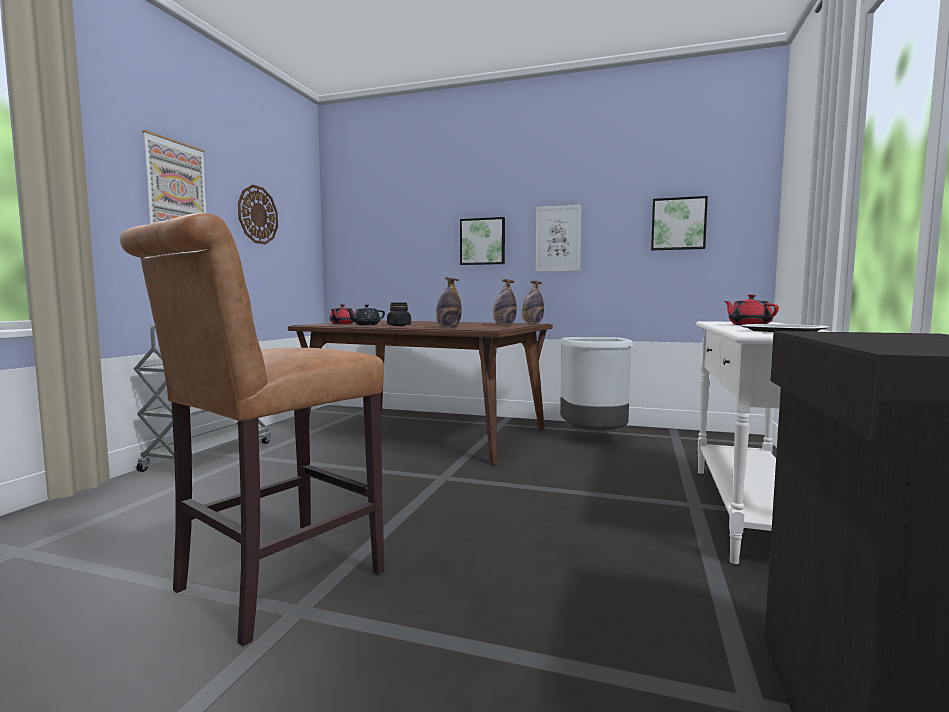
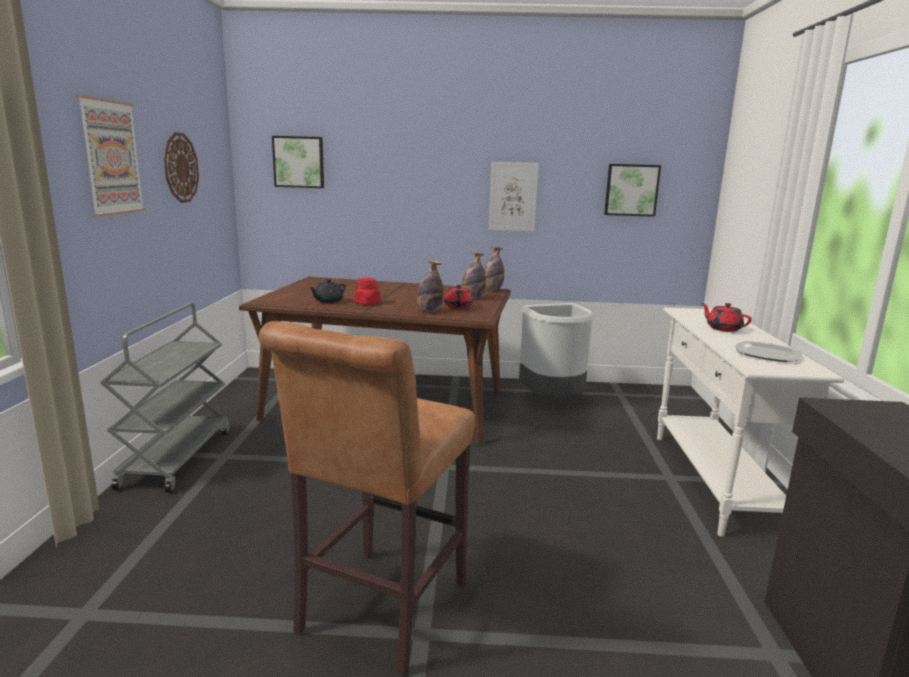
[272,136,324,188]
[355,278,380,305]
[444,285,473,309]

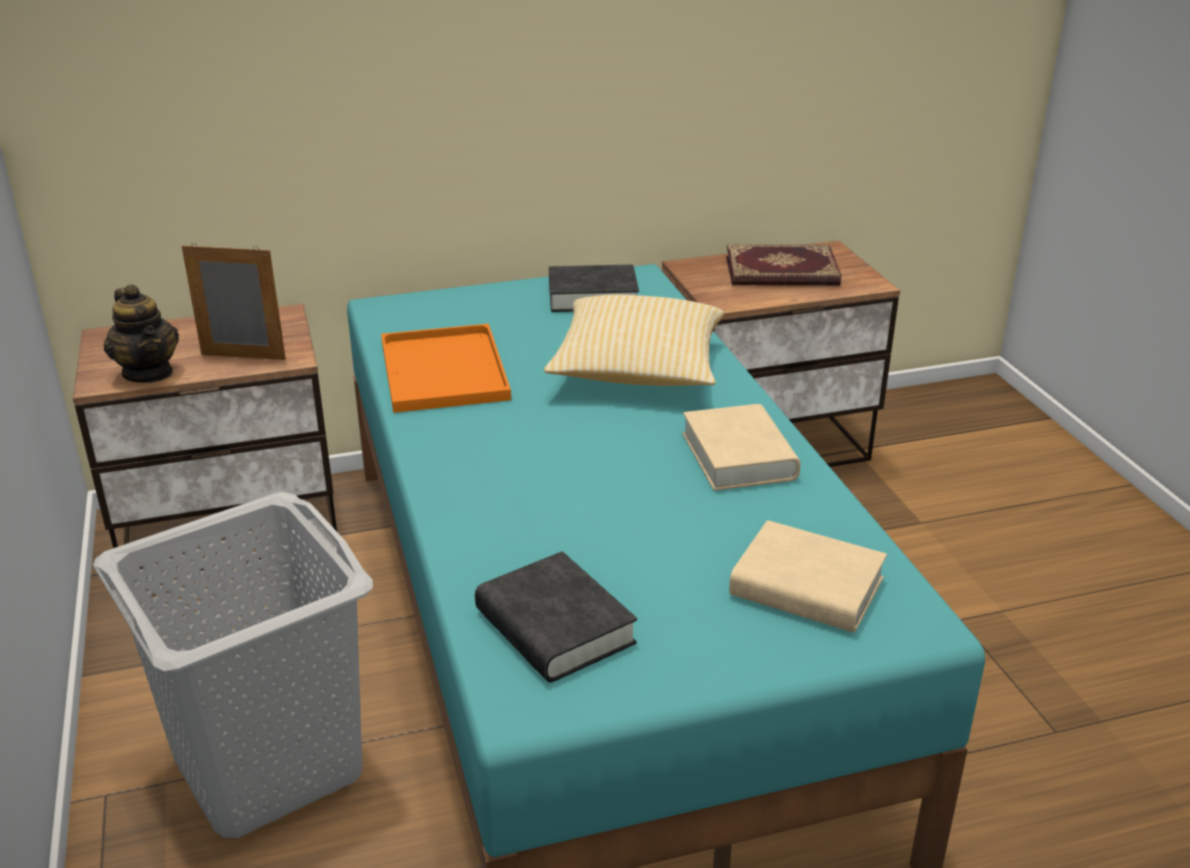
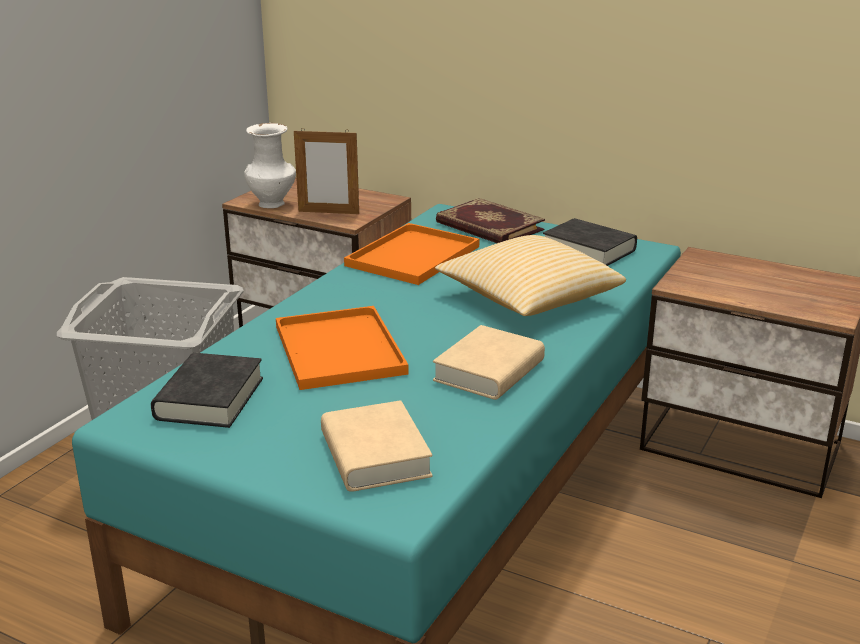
[244,123,296,208]
[276,306,409,390]
[294,128,359,214]
[436,198,545,243]

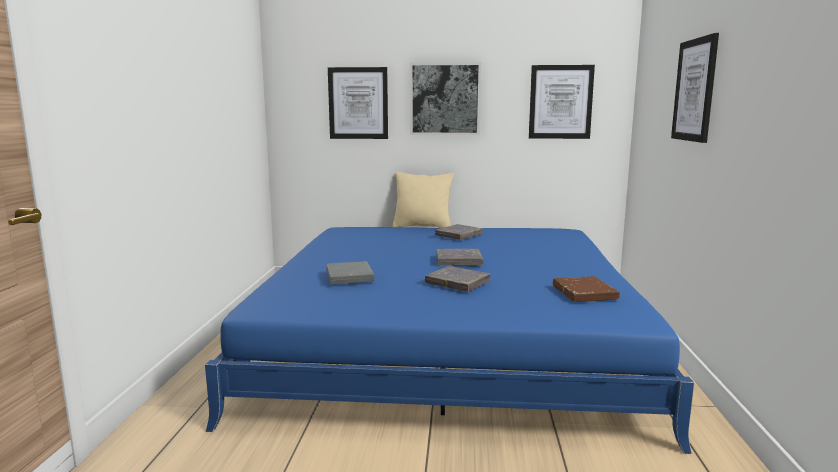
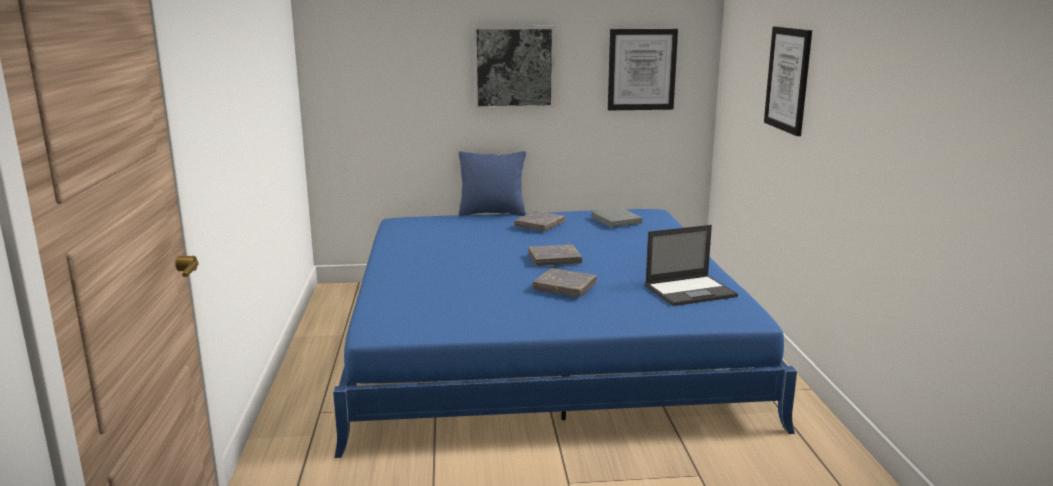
[459,151,526,216]
[592,208,642,227]
[645,225,738,306]
[328,67,388,139] (first image)

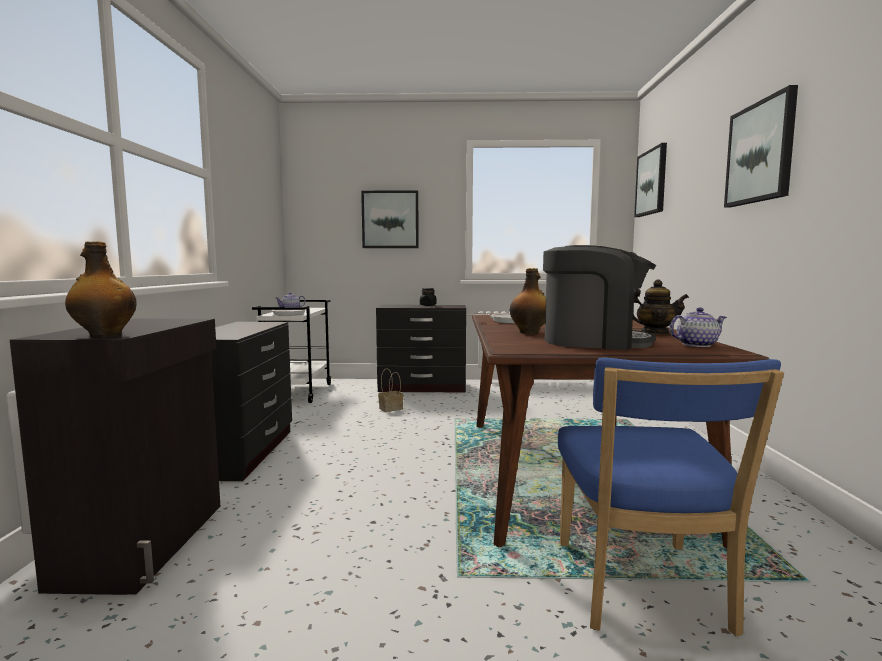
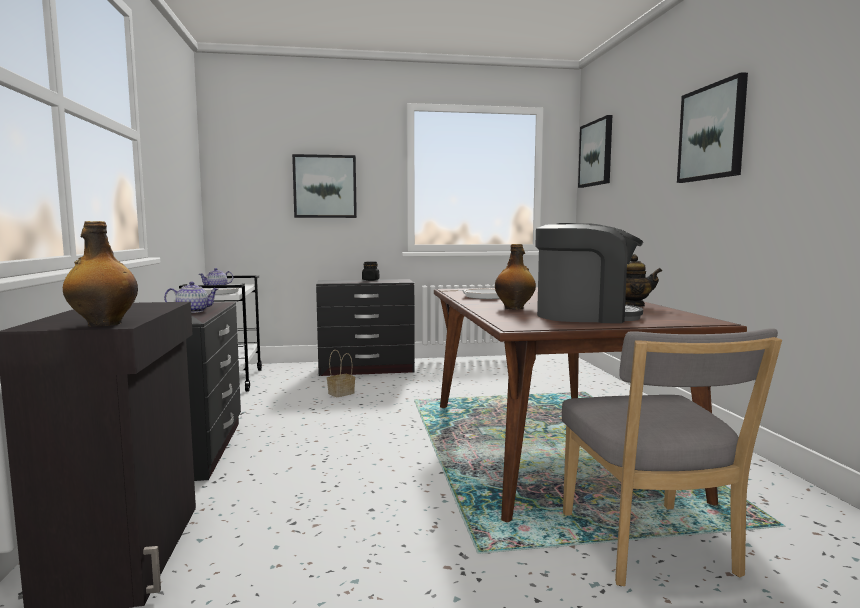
[164,282,218,313]
[562,328,782,586]

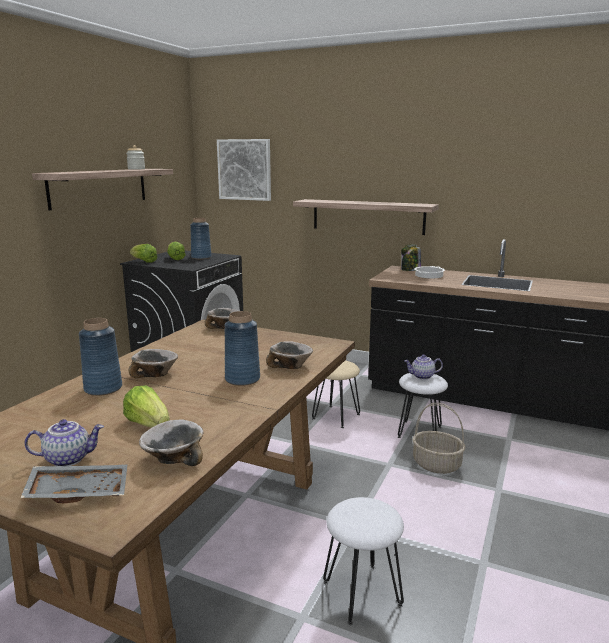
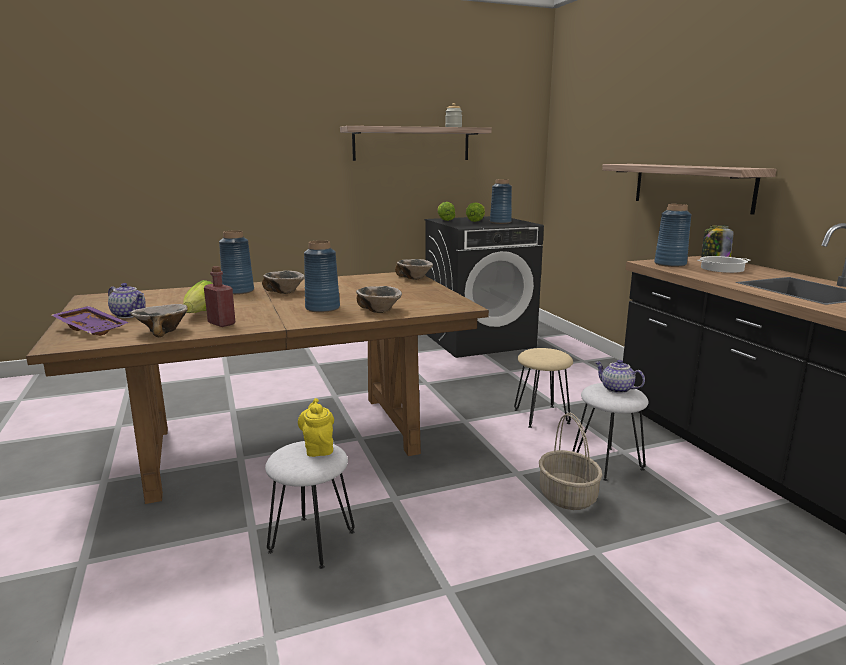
[51,306,129,336]
[204,266,235,327]
[298,398,334,457]
[654,204,692,267]
[217,139,271,201] (first image)

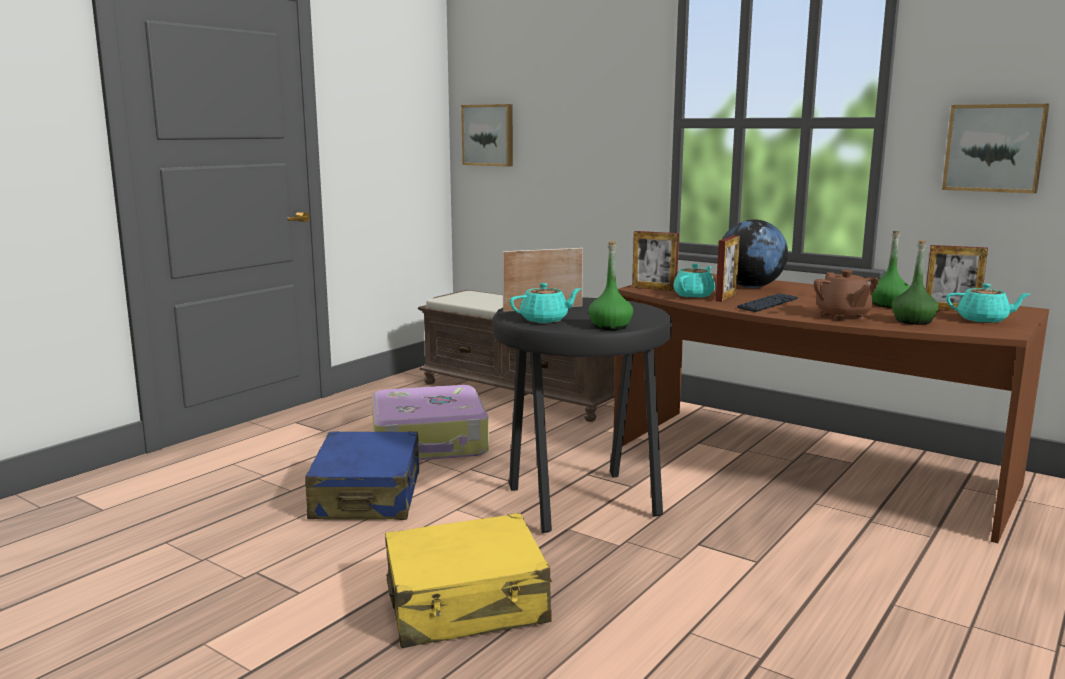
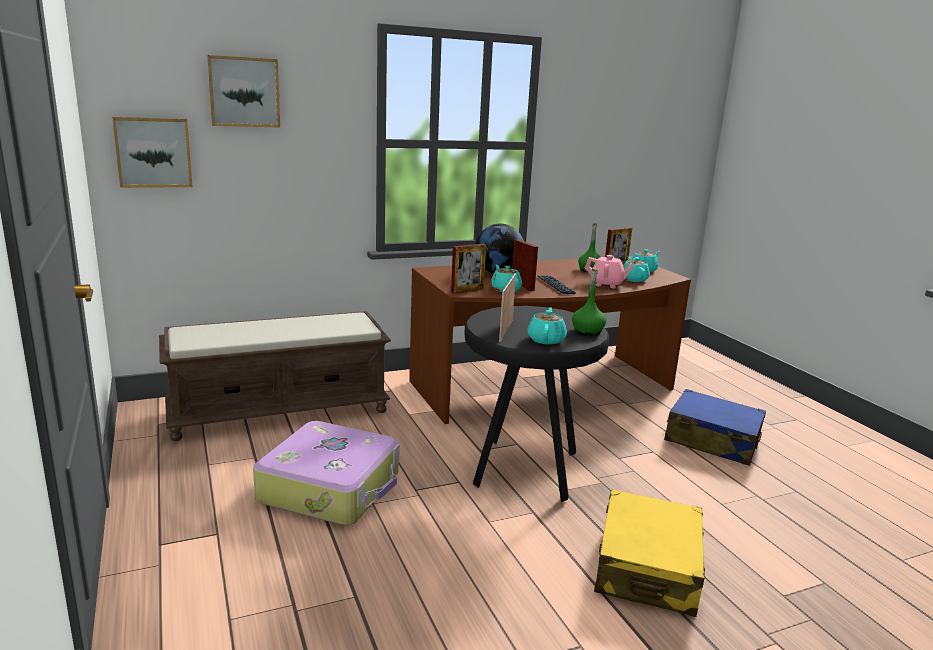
[207,55,280,127]
[585,255,634,288]
[623,257,650,282]
[664,389,766,466]

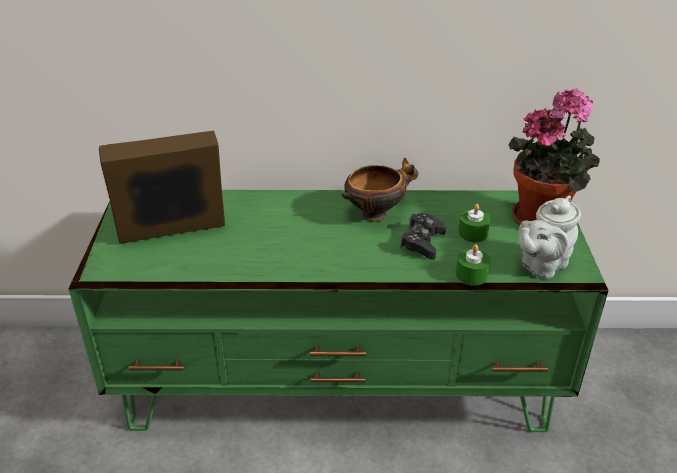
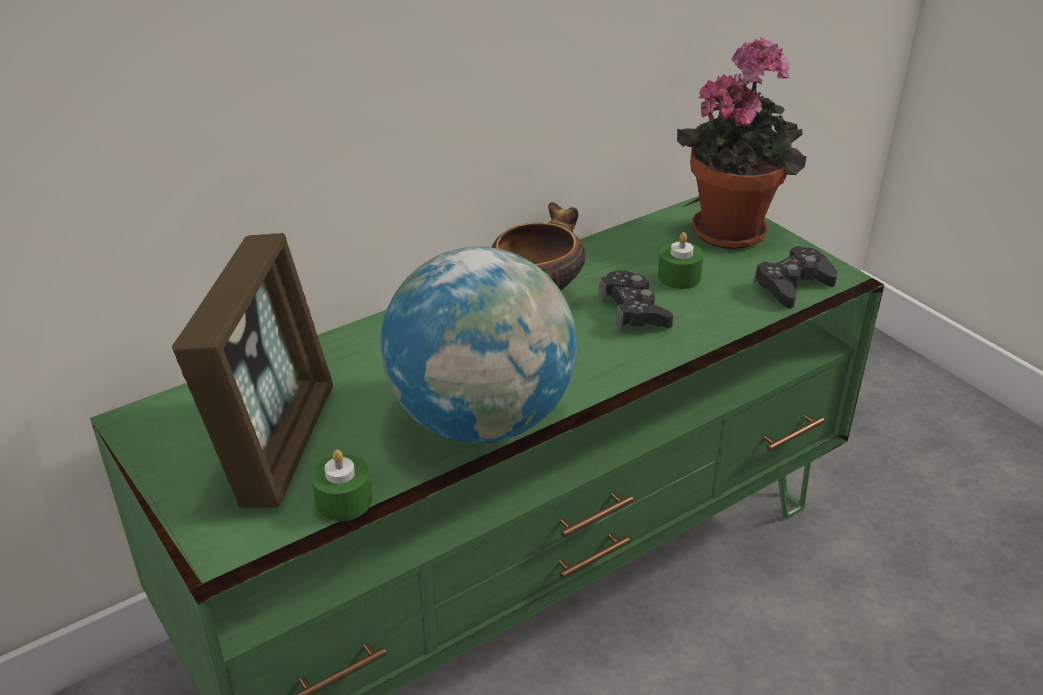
[172,233,333,508]
[311,450,372,521]
[380,247,577,443]
[754,246,837,309]

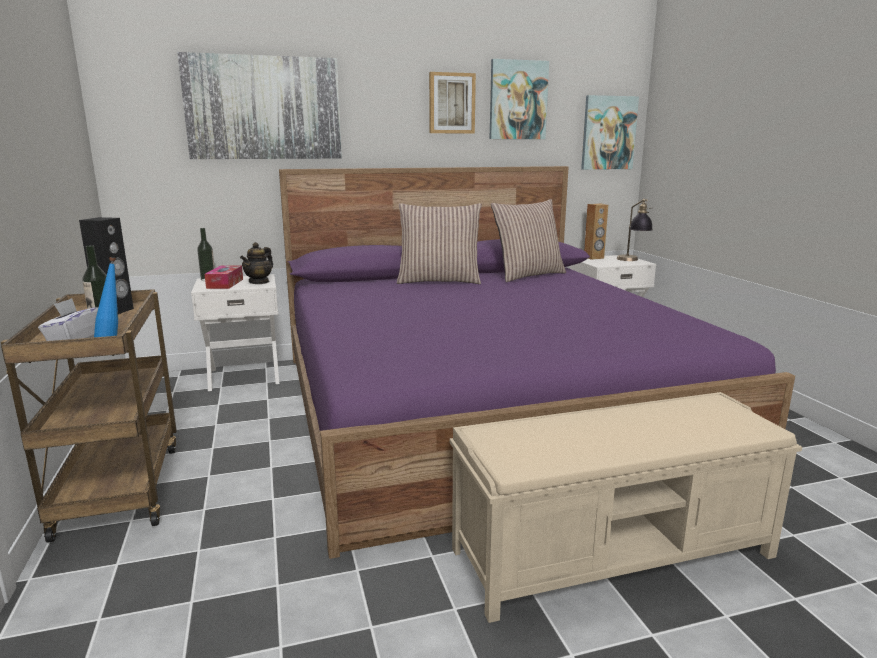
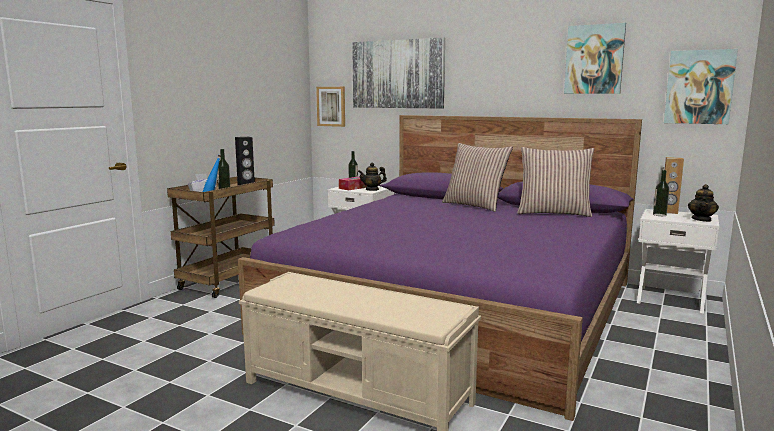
[316,87,345,127]
[653,170,669,216]
[688,184,719,222]

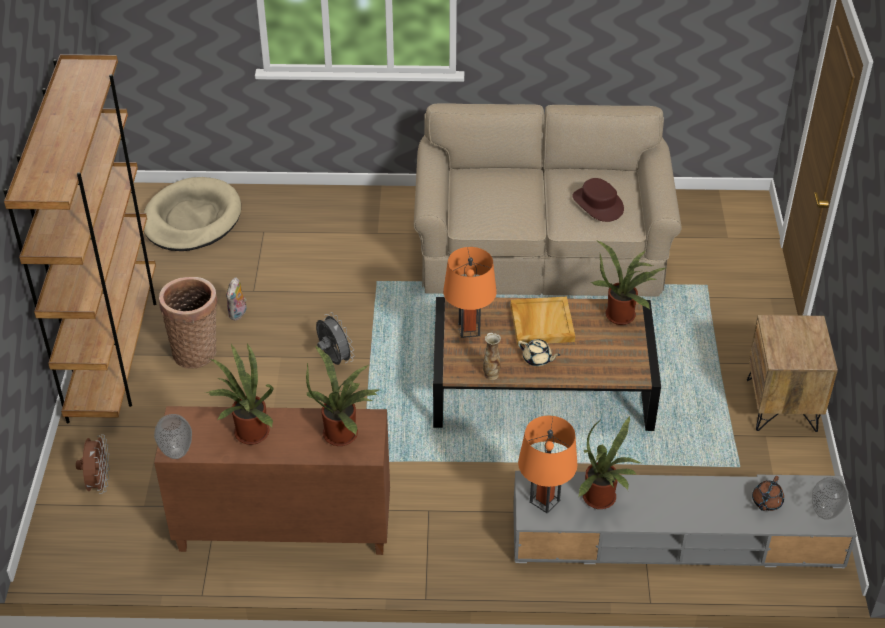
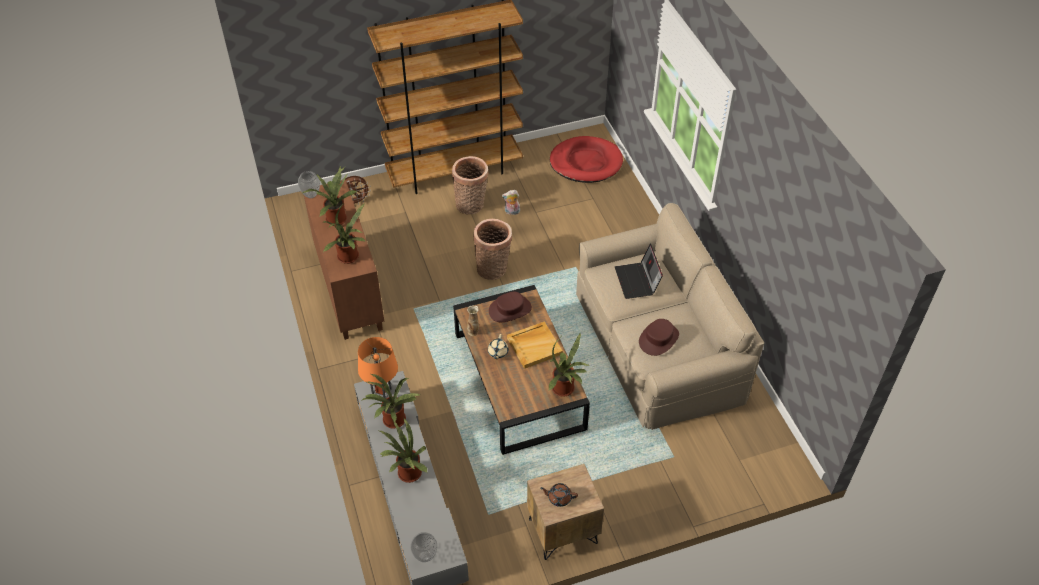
[379,418,427,483]
[473,219,512,280]
[489,291,532,322]
[540,483,578,507]
[550,136,623,183]
[615,244,663,299]

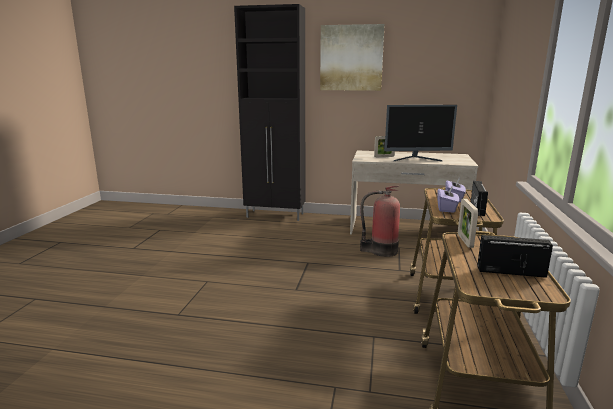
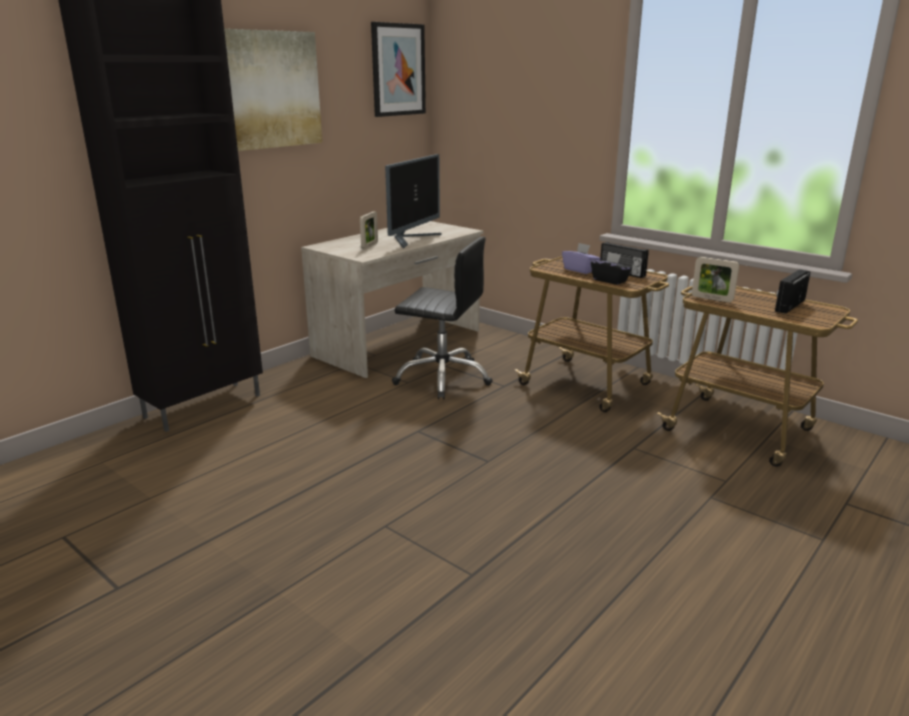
[371,22,426,117]
[392,236,493,399]
[591,252,632,285]

